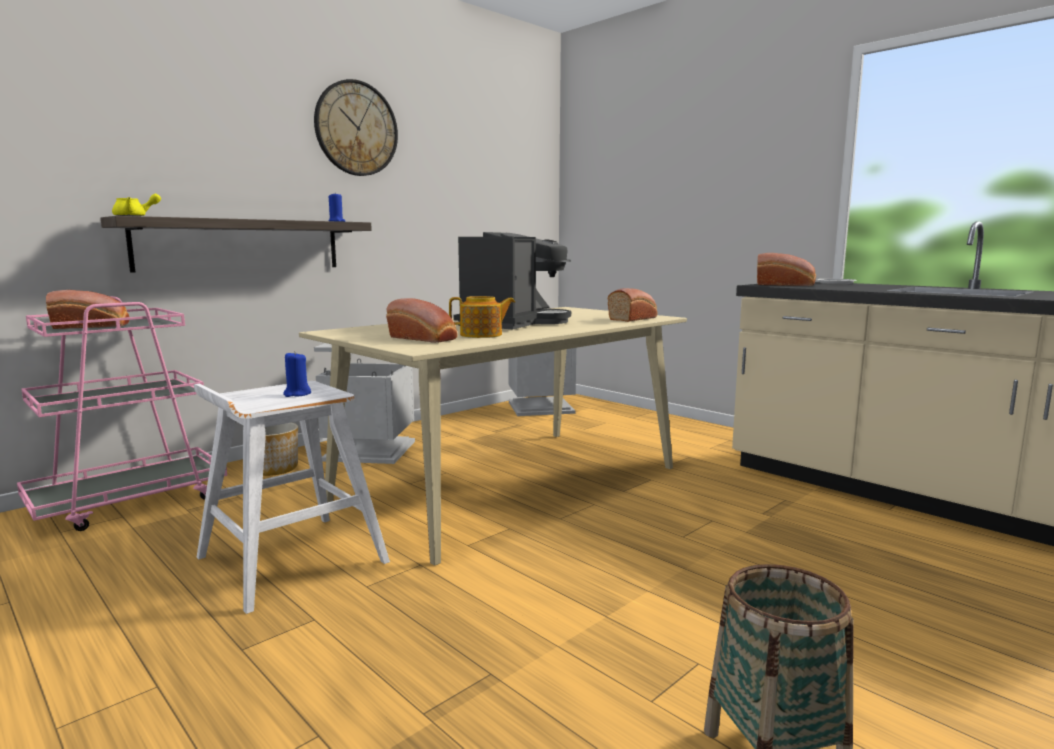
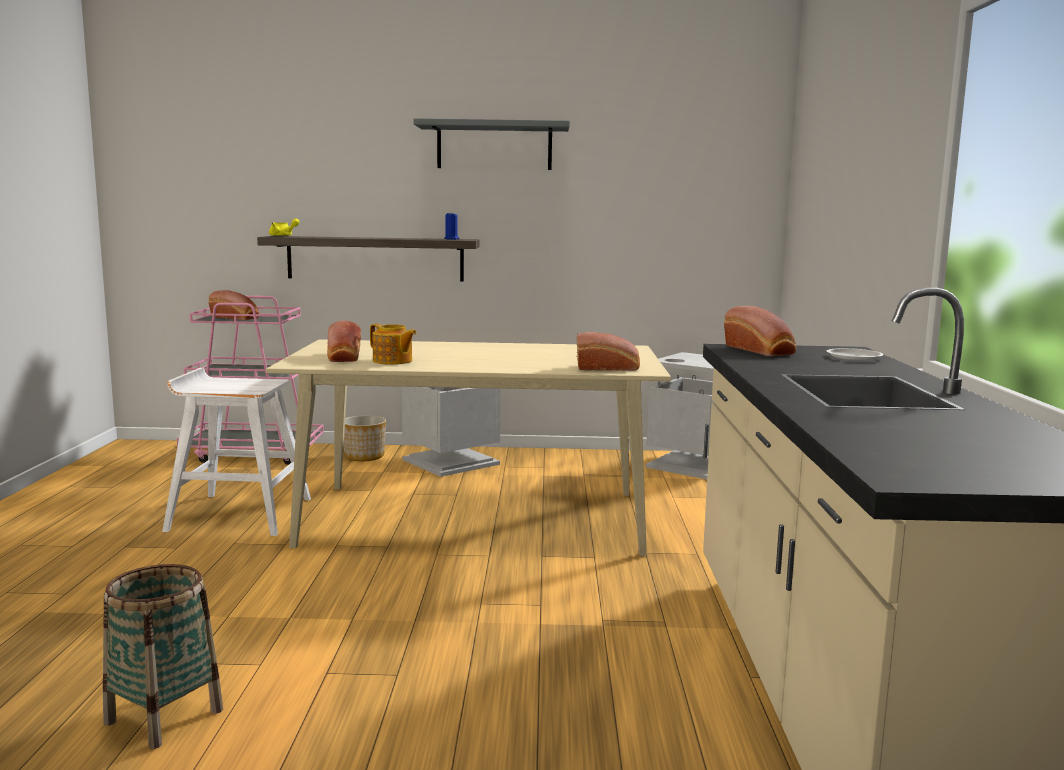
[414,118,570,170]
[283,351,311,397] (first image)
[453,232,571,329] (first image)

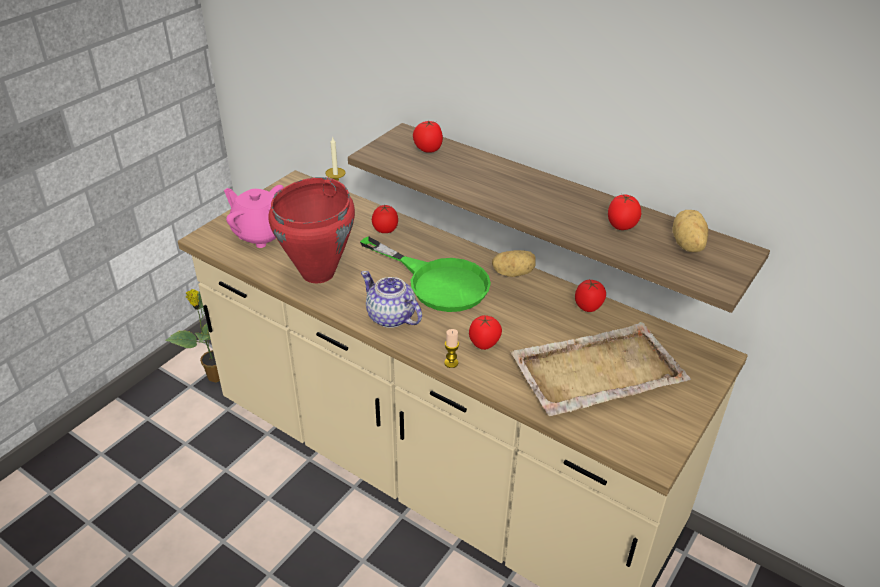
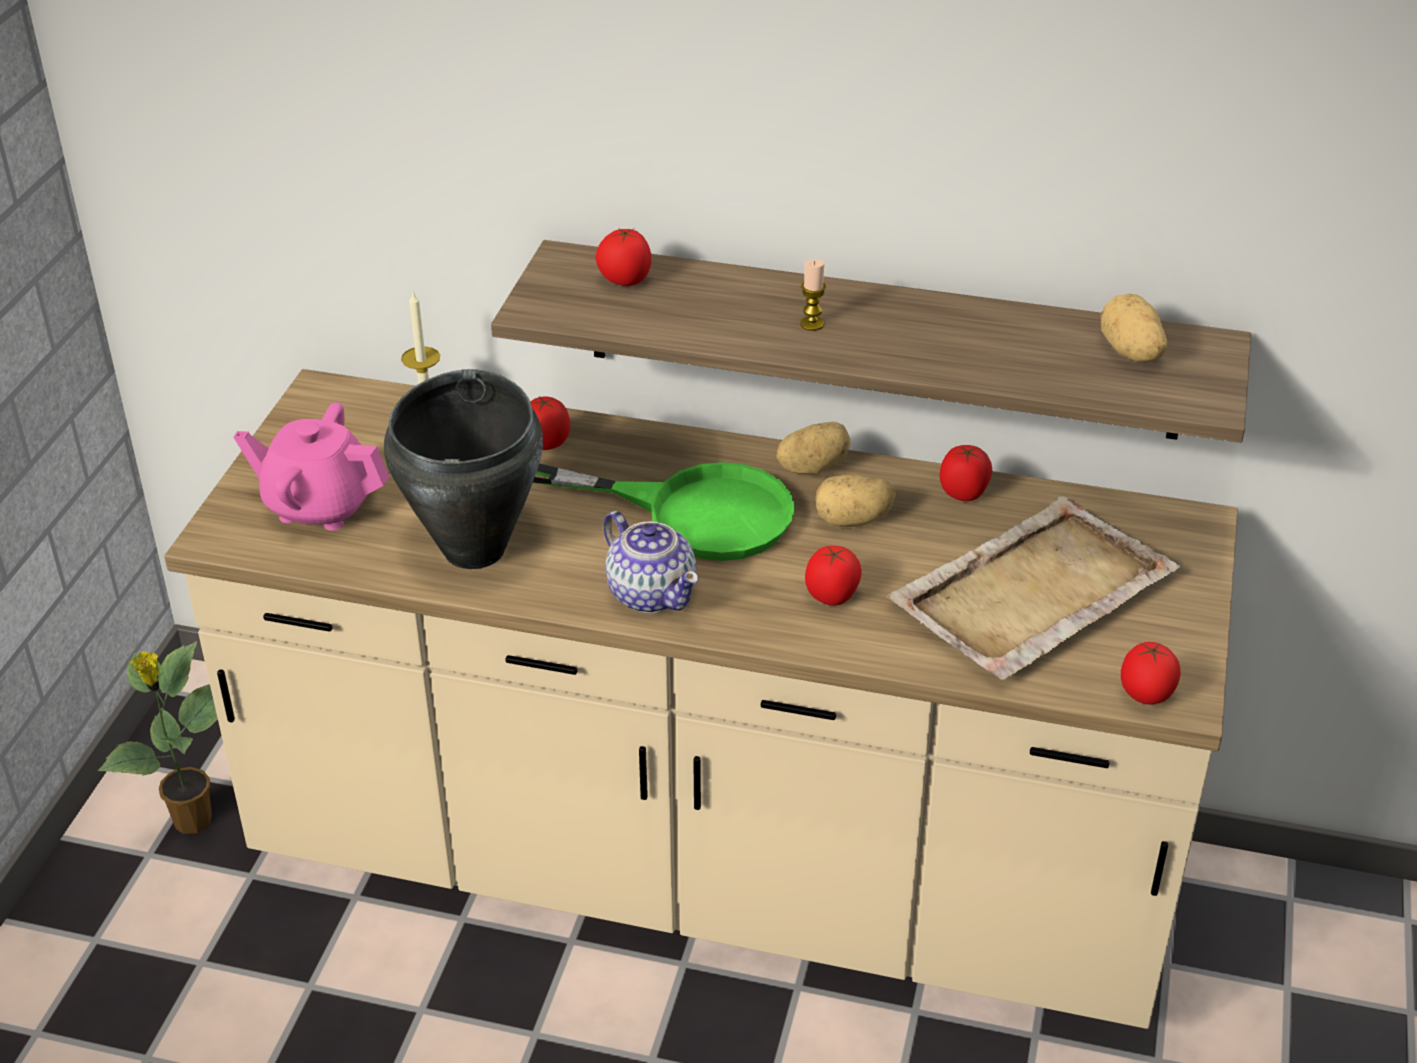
[384,369,543,569]
[603,511,699,613]
[800,259,826,331]
[815,474,896,527]
[1121,642,1181,705]

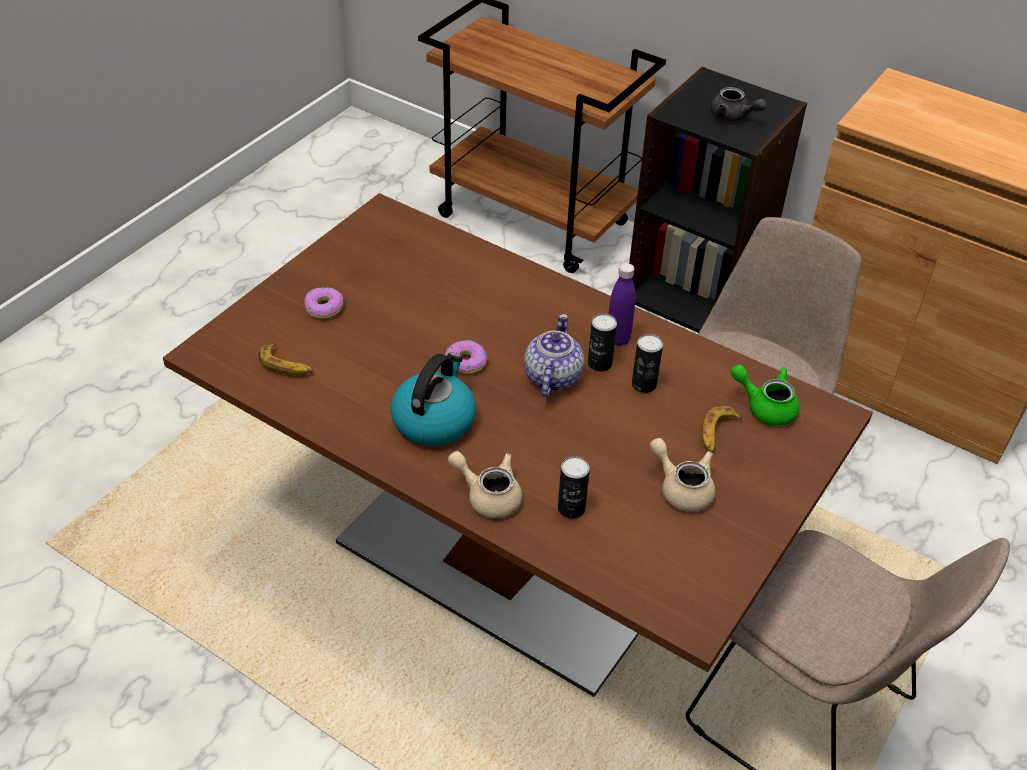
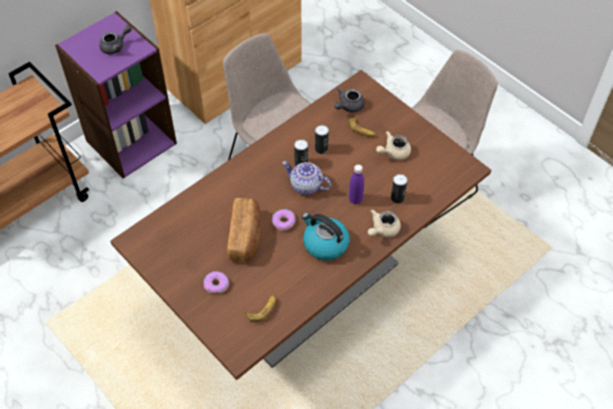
[55,11,177,179]
[227,198,260,262]
[334,88,365,112]
[349,164,364,205]

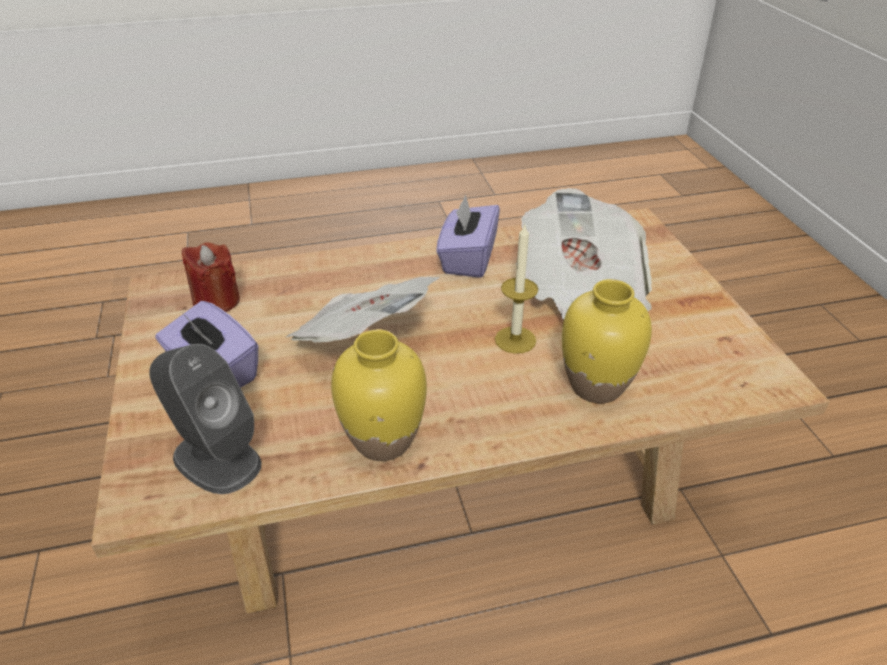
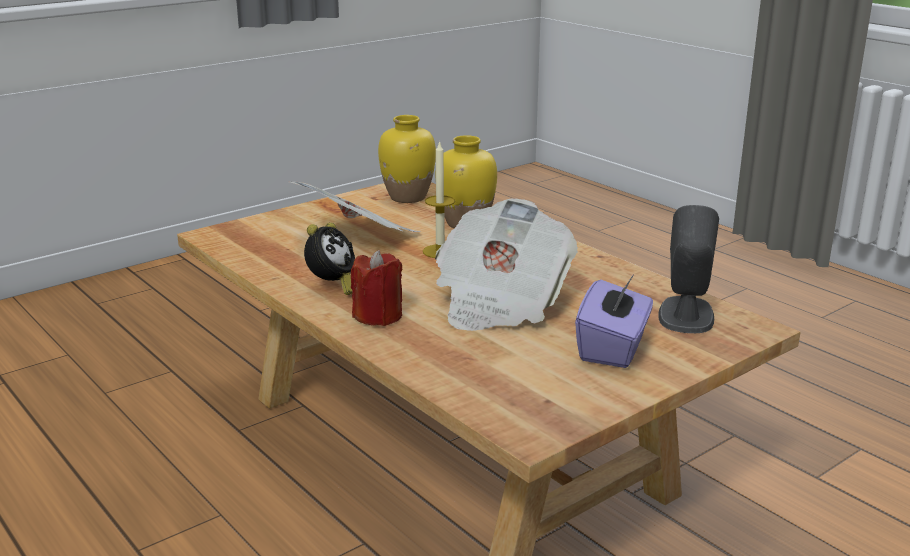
[304,223,355,295]
[351,250,402,326]
[378,115,436,203]

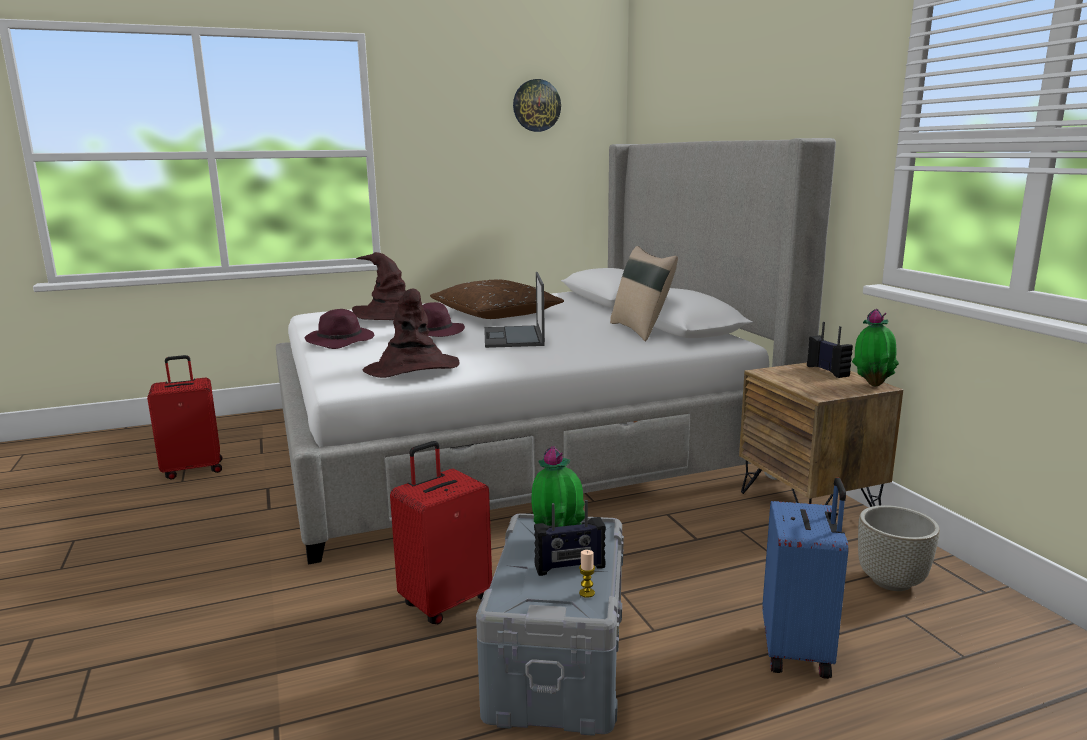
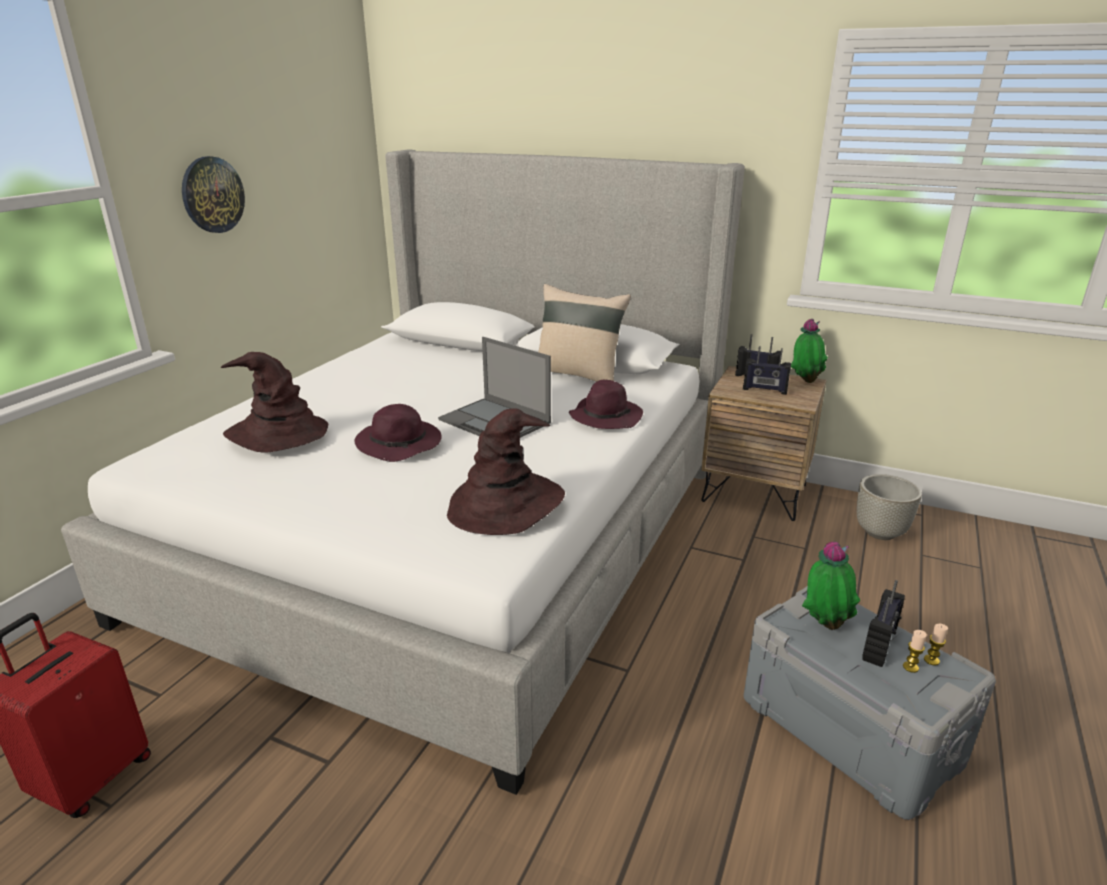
[182,156,245,233]
[569,380,643,429]
[743,346,791,395]
[903,630,927,673]
[390,441,492,624] (first image)
[430,280,564,319] (first image)
[762,478,849,679] (first image)

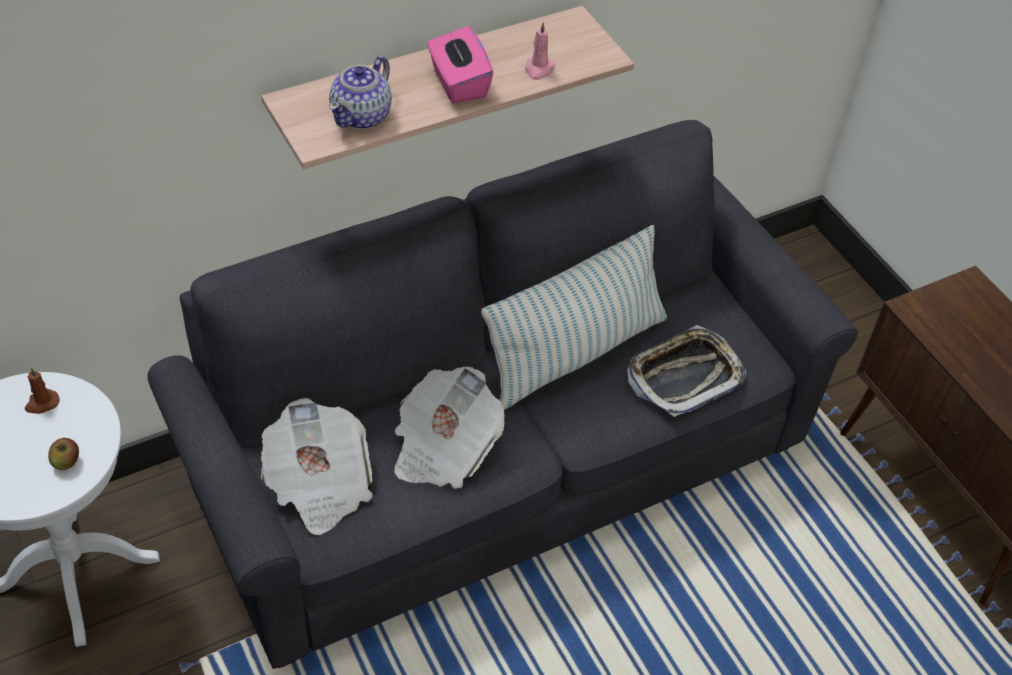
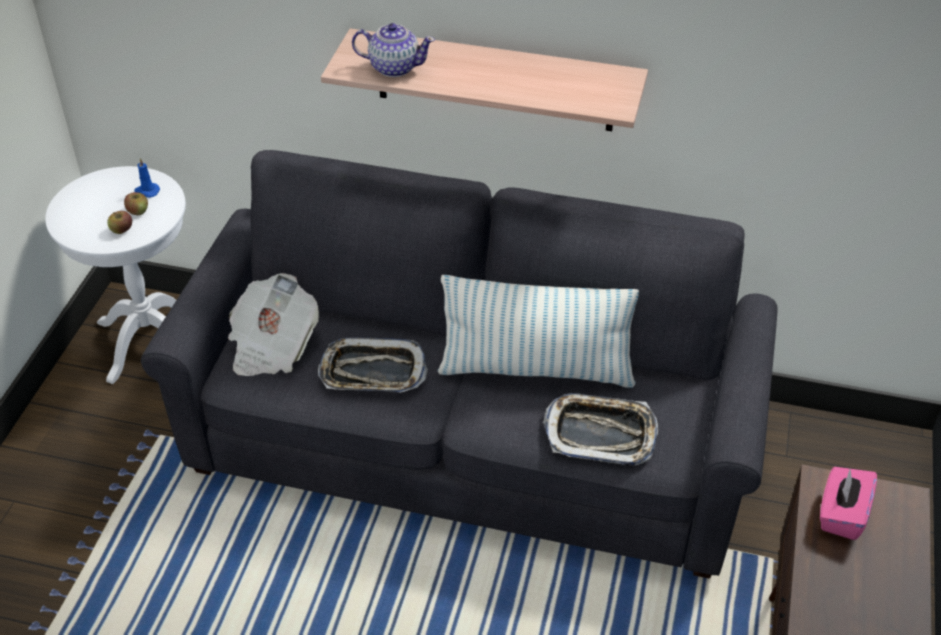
[124,192,148,215]
[134,158,160,198]
[318,337,428,393]
[352,23,435,77]
[820,467,877,540]
[525,22,555,80] (first image)

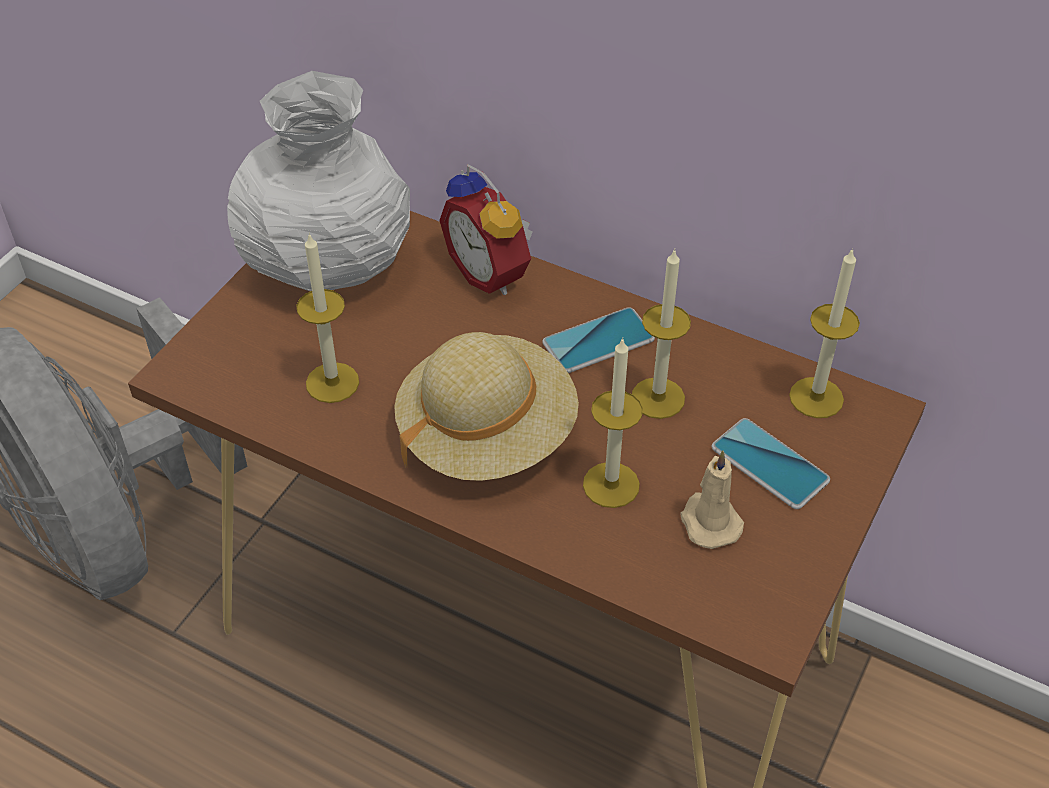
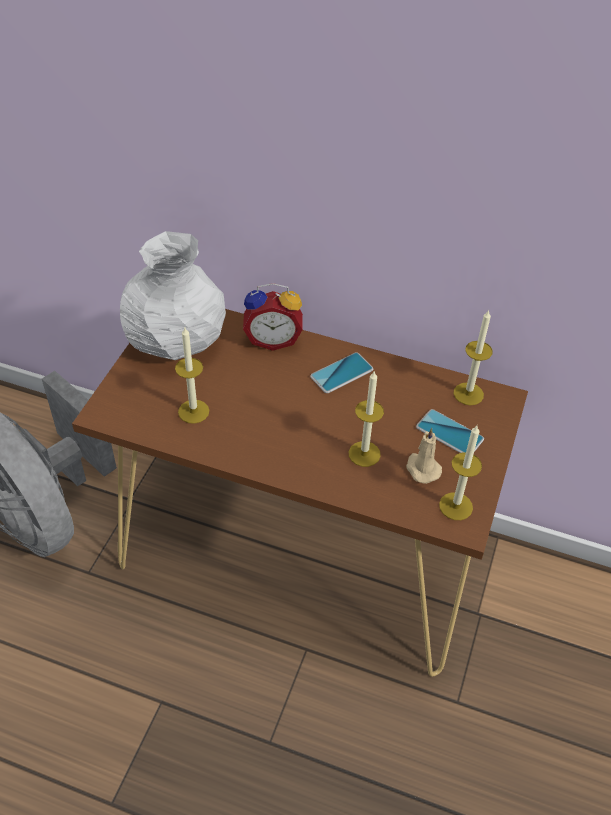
[243,283,303,351]
[439,426,482,520]
[394,332,579,481] (first image)

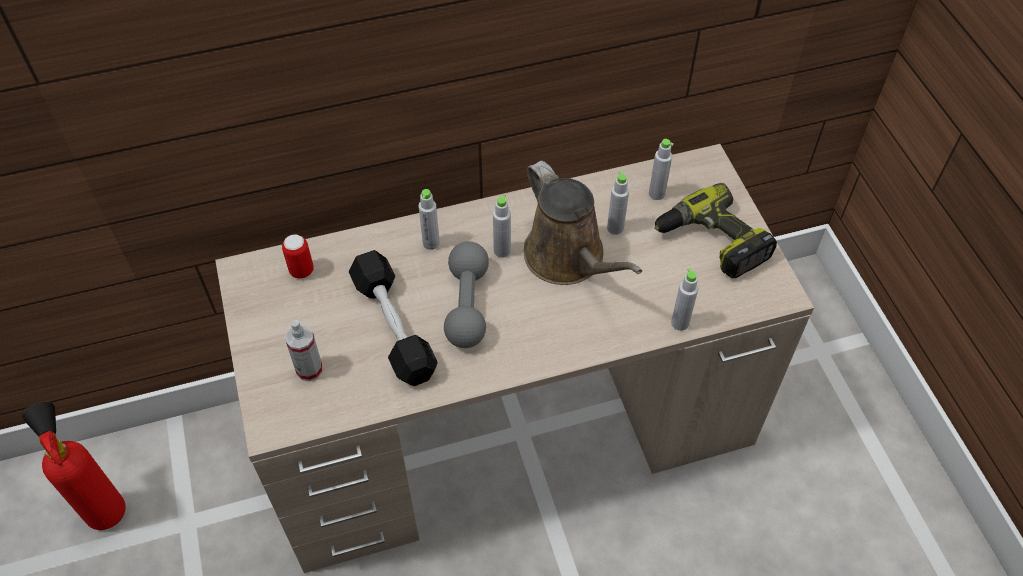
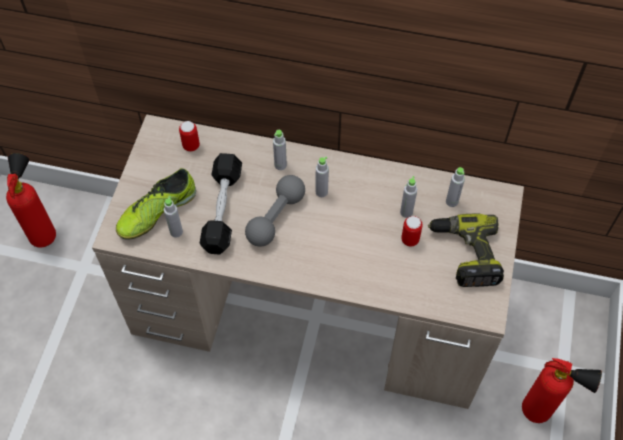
[116,168,196,240]
[164,196,183,238]
[401,216,423,246]
[522,358,602,423]
[524,161,642,285] (first image)

